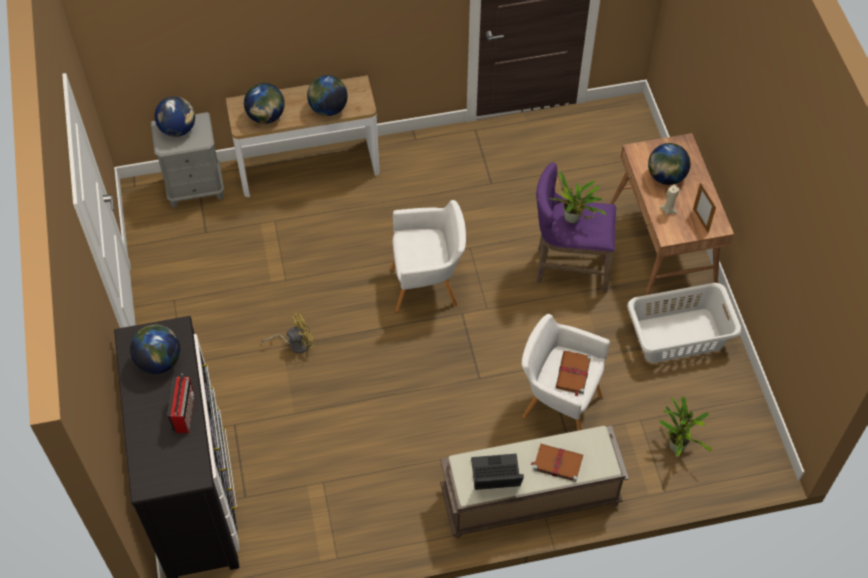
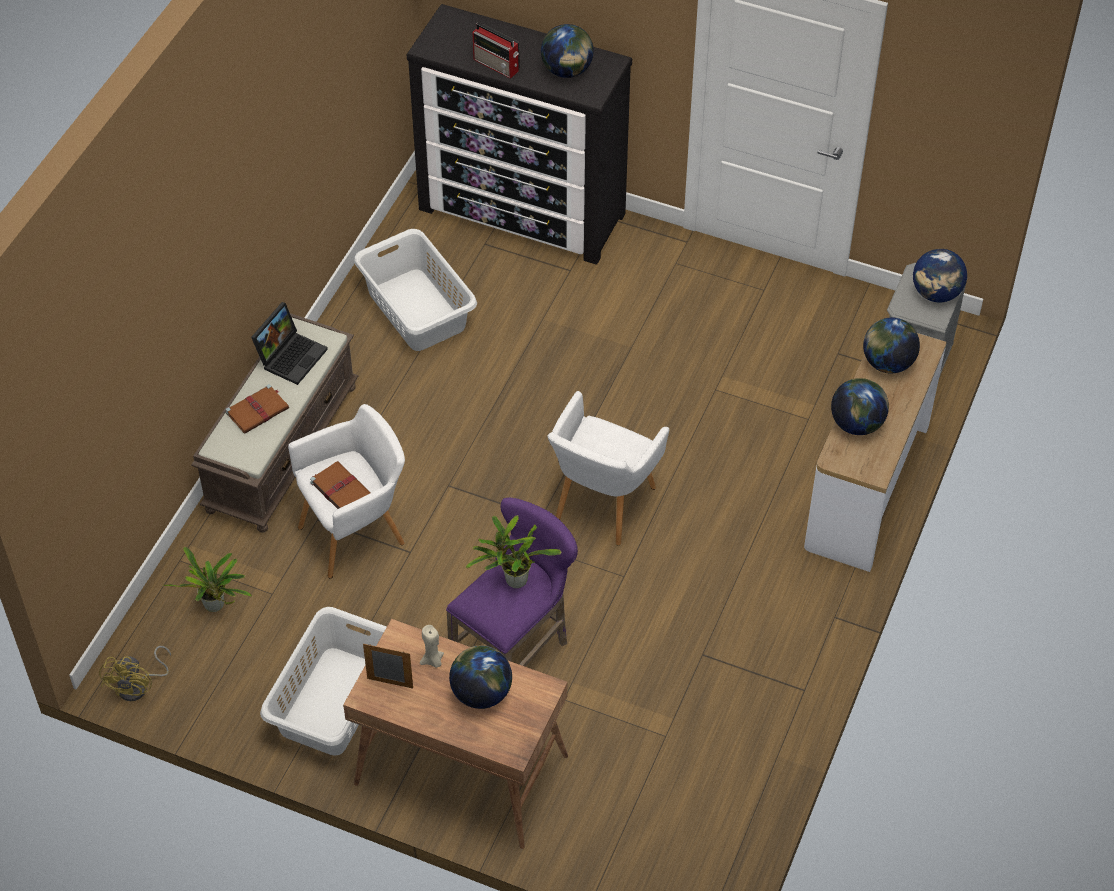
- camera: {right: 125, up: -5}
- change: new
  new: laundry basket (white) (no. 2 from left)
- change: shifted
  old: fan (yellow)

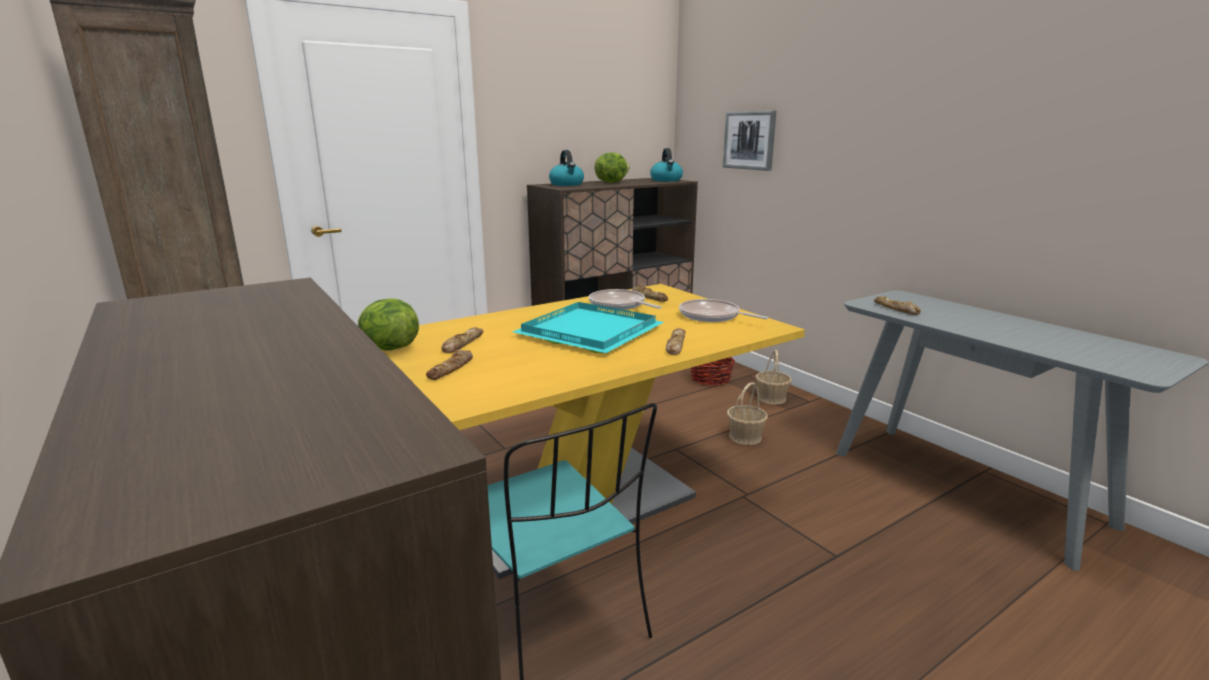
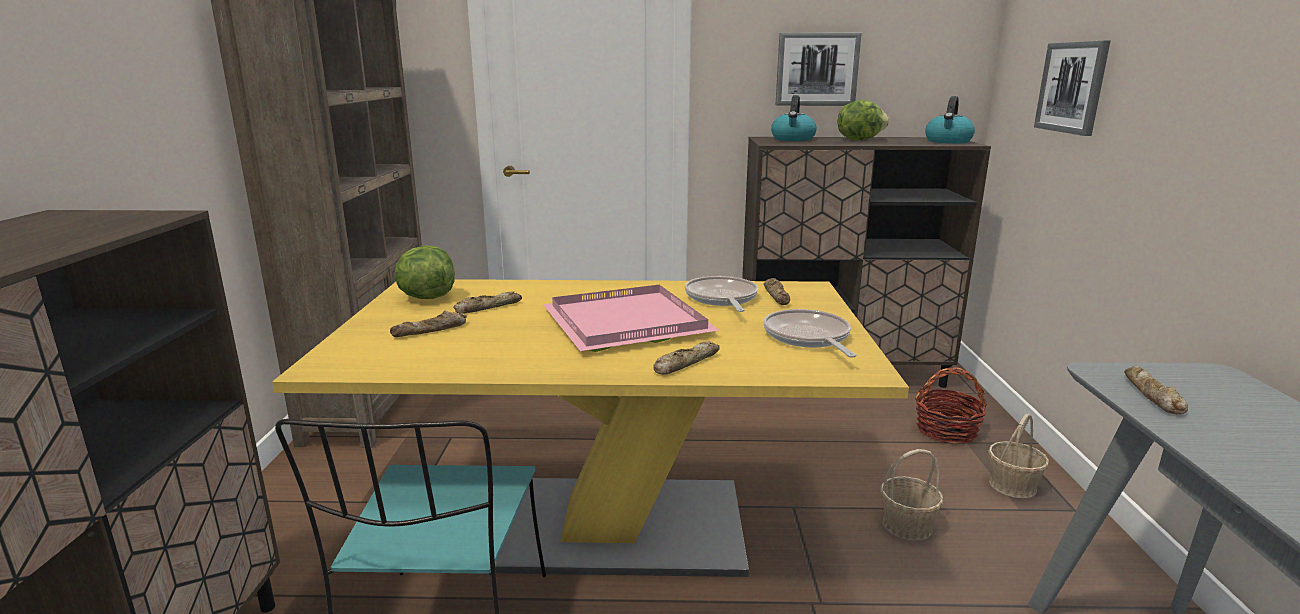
- camera: {right: 35, up: 0}
- change: new
  new: picture (no. 1 from left)
- change: repainted
  old: tray (turquoise)
  new: tray (pink)

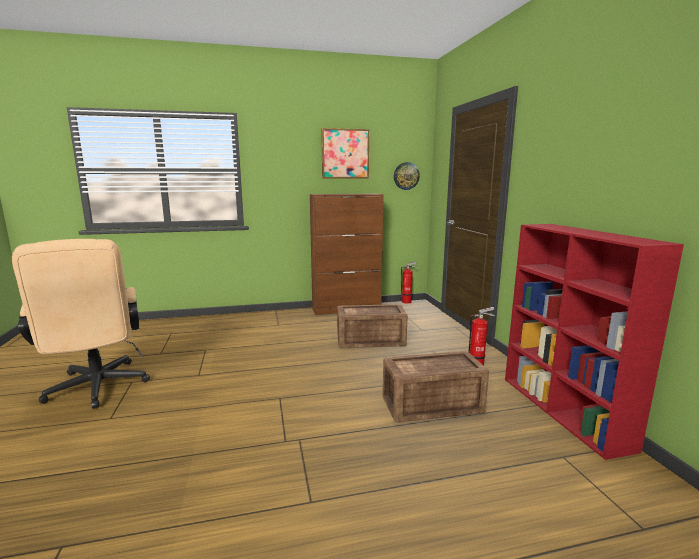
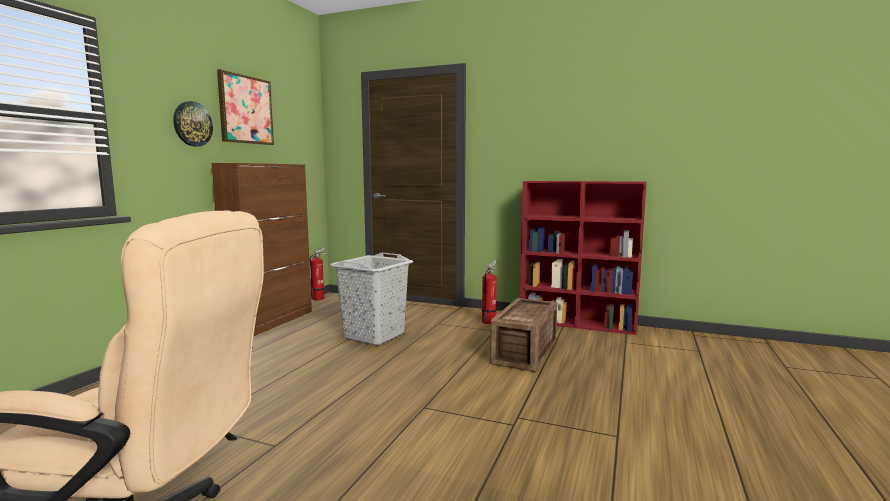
- camera: {right: -55, up: -5}
- change: shifted
  old: wall clock
- change: swapped
  old: crate (no. 1 from left)
  new: laundry basket (grey)

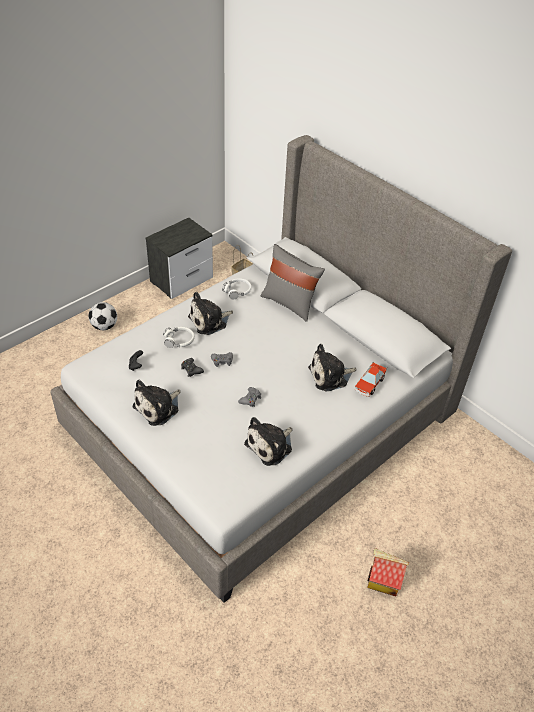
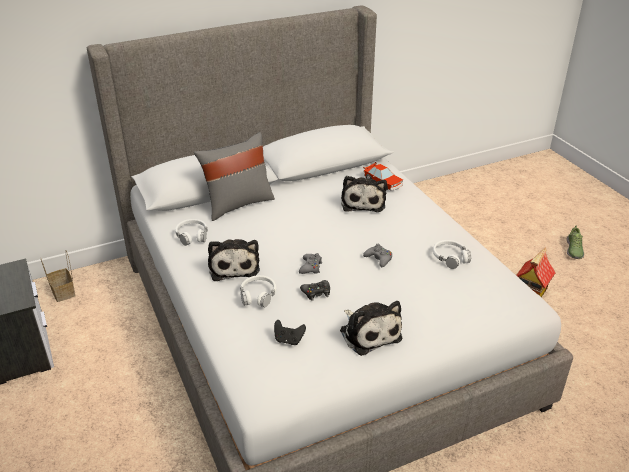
- camera: {right: -70, up: -10}
- change: gone
  old: football
- change: new
  new: shoe
- change: swapped
  old: plush toy (no. 3 from left)
  new: headphones (white) (no. 3 from left)

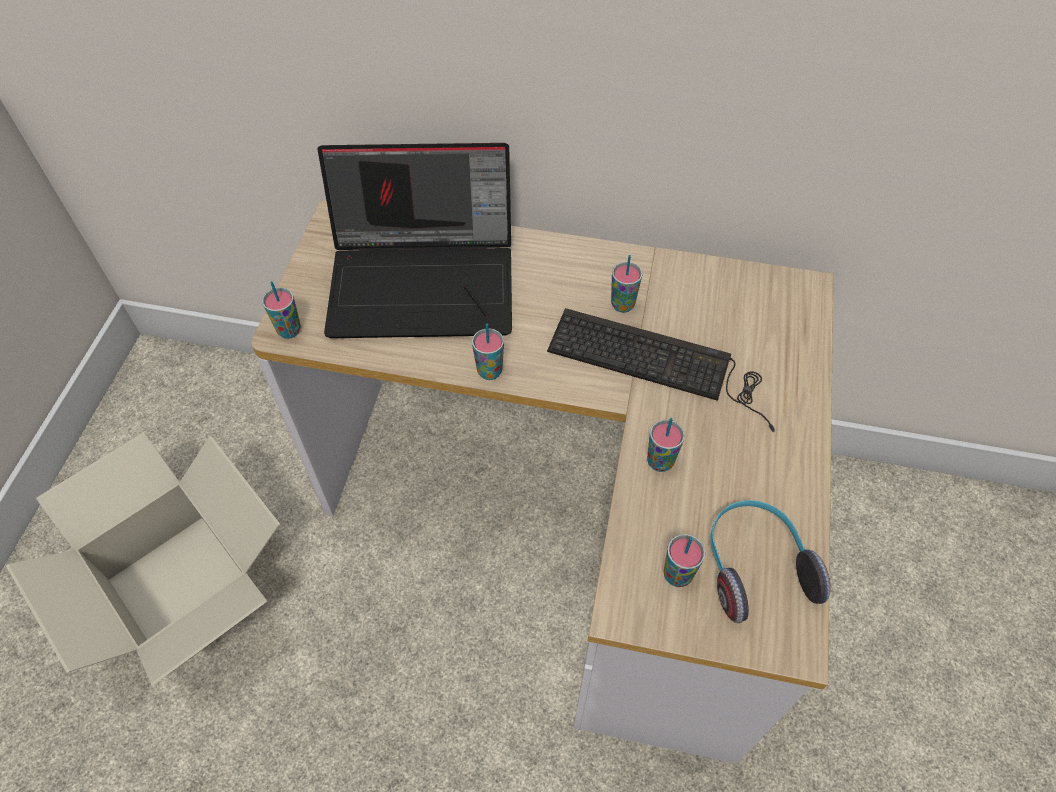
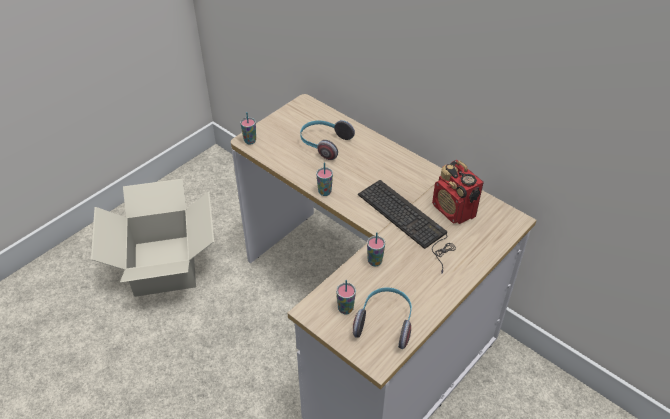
- camera: {right: 30, up: -10}
- change: gone
  old: cup (no. 3 from left)
- change: new
  new: radio
- change: swapped
  old: laptop
  new: headphones (no. 1 from left)

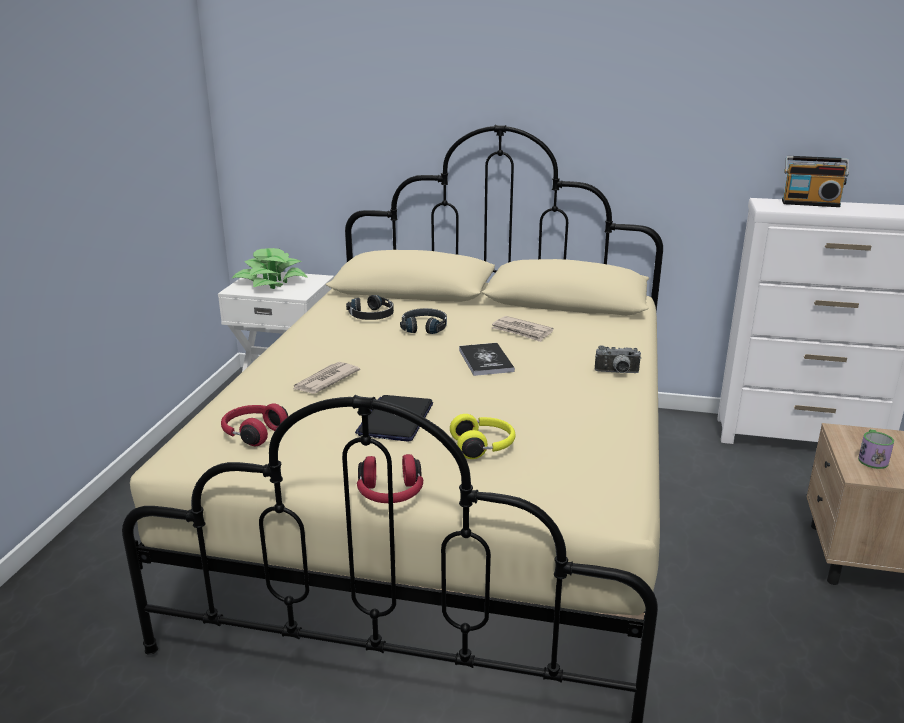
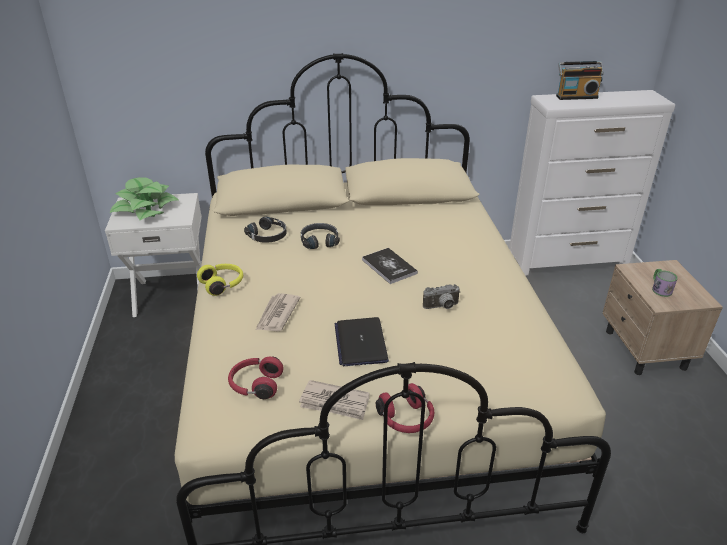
- camera: {right: -20, up: 10}
- change: shifted
  old: headphones (yellow)
- change: shifted
  old: newspaper (no. 2 from left)
- change: shifted
  old: photo camera

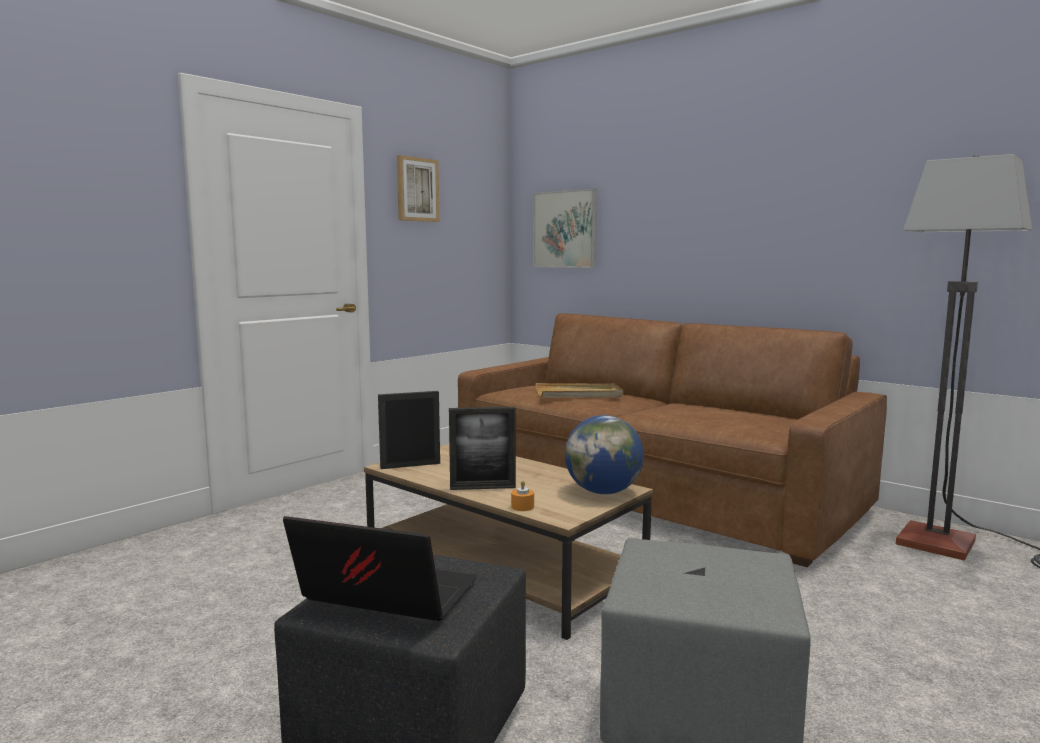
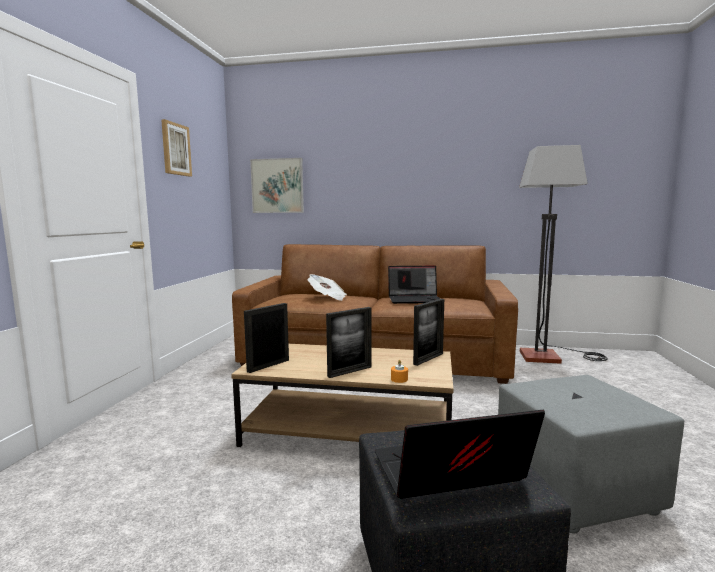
- camera: {right: -30, up: 0}
- change: new
  new: laptop (no. 1 from left)
- change: swapped
  old: tray (beige)
  new: newspaper
- change: swapped
  old: globe
  new: picture frame (no. 3 from left)

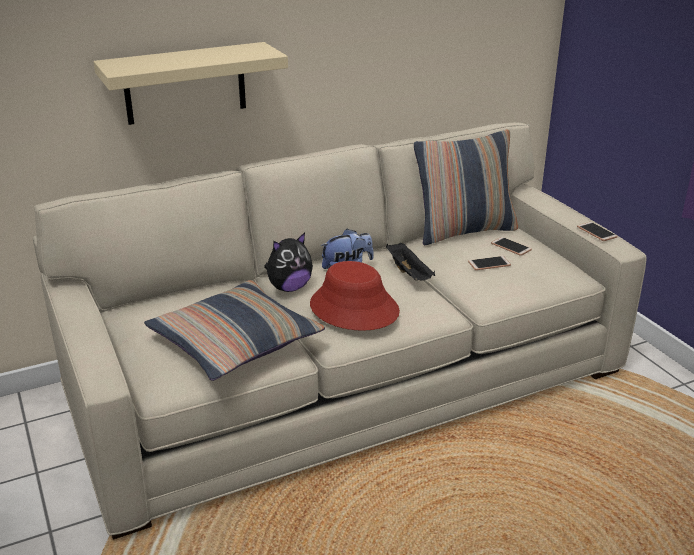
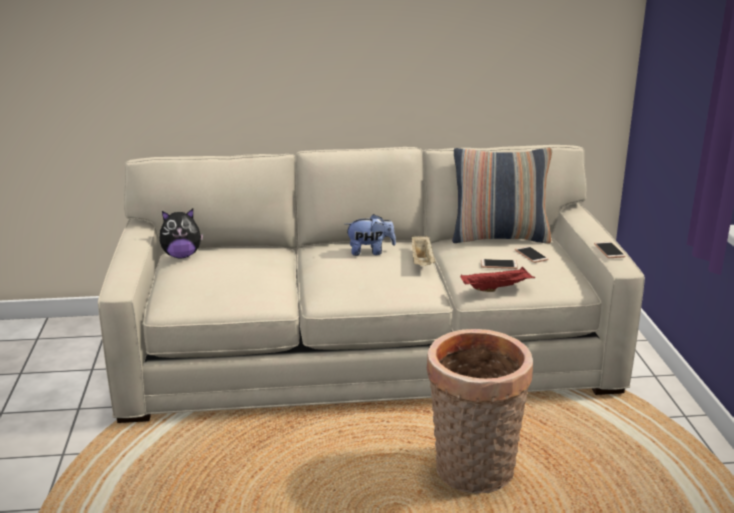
- camera: {right: 20, up: -5}
- change: gone
  old: shelf (beige)
- change: gone
  old: pillow (no. 1 from left)
- change: gone
  old: hat (red)
- change: new
  new: basket
- change: new
  new: tray (red)
- change: shifted
  old: plush toy (no. 1 from left)
- change: repainted
  old: tray (black)
  new: tray (beige)

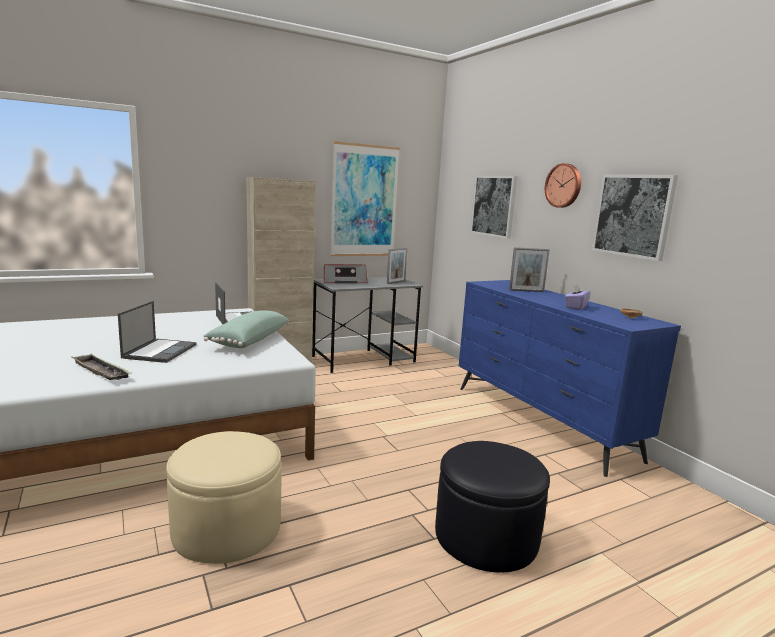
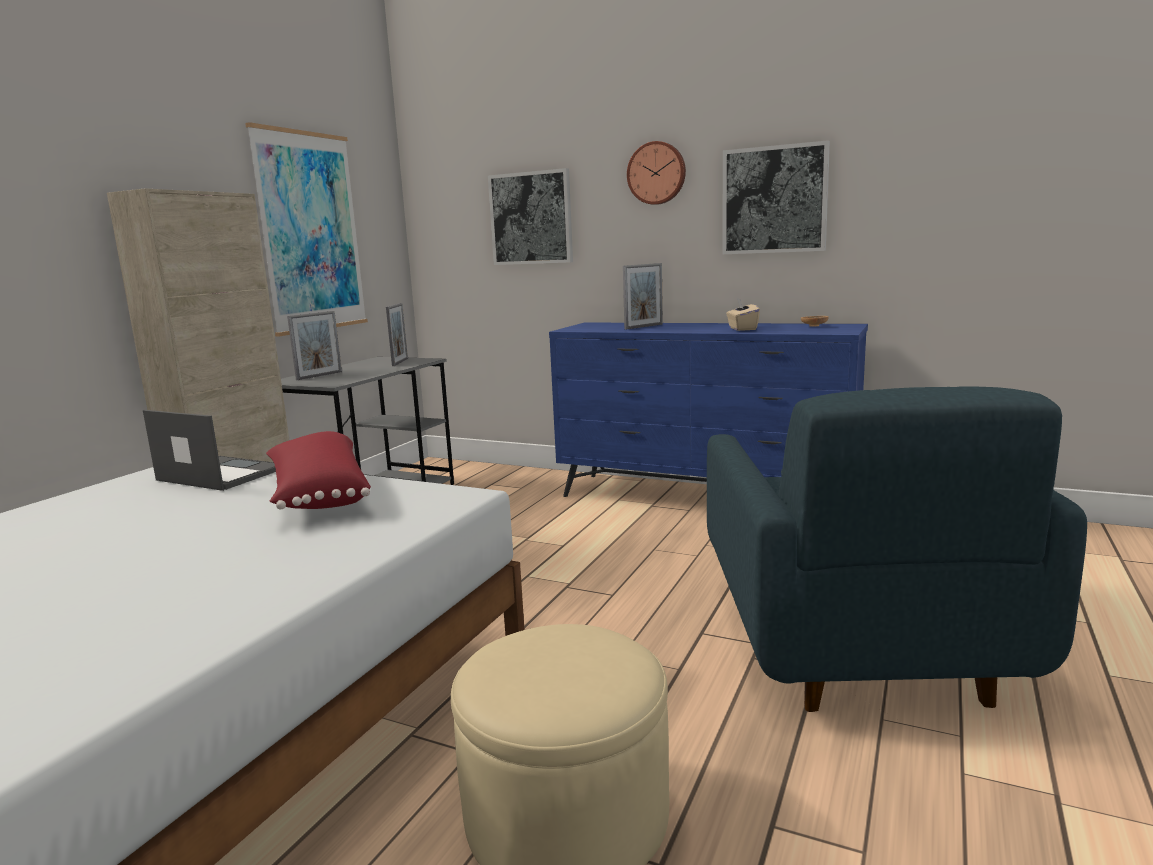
- camera: {right: -35, up: 0}
- change: gone
  old: tray
- change: gone
  old: laptop (no. 1 from left)
- change: swapped
  old: radio
  new: picture frame (no. 1 from left)
- change: swapped
  old: ottoman (black)
  new: armchair (blue)
- change: repainted
  old: pillow (green)
  new: pillow (red)
- change: repainted
  old: tissue box (purple)
  new: tissue box (beige)

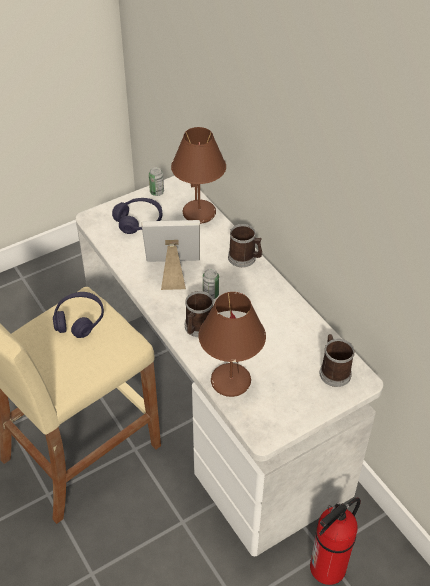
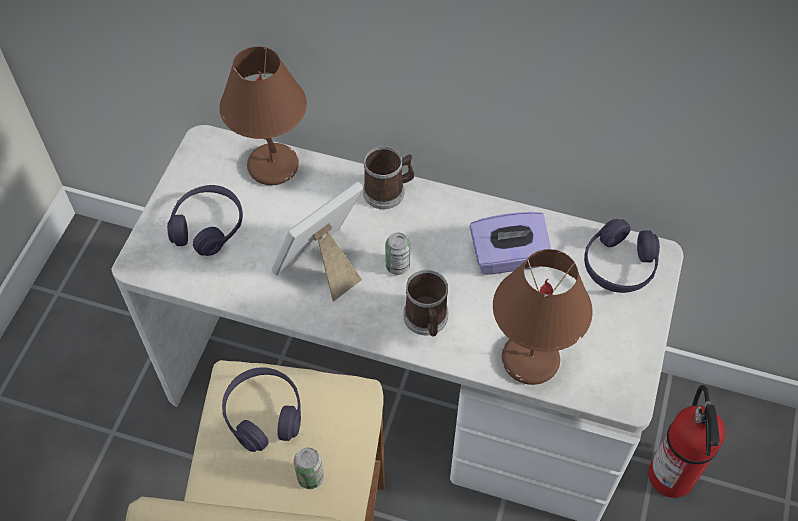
- camera: {right: -40, up: 10}
- change: new
  new: tissue box (purple)
- change: shifted
  old: can (no. 1 from left)
- change: swapped
  old: mug (no. 3 from left)
  new: headphones (purple) (no. 3 from left)

